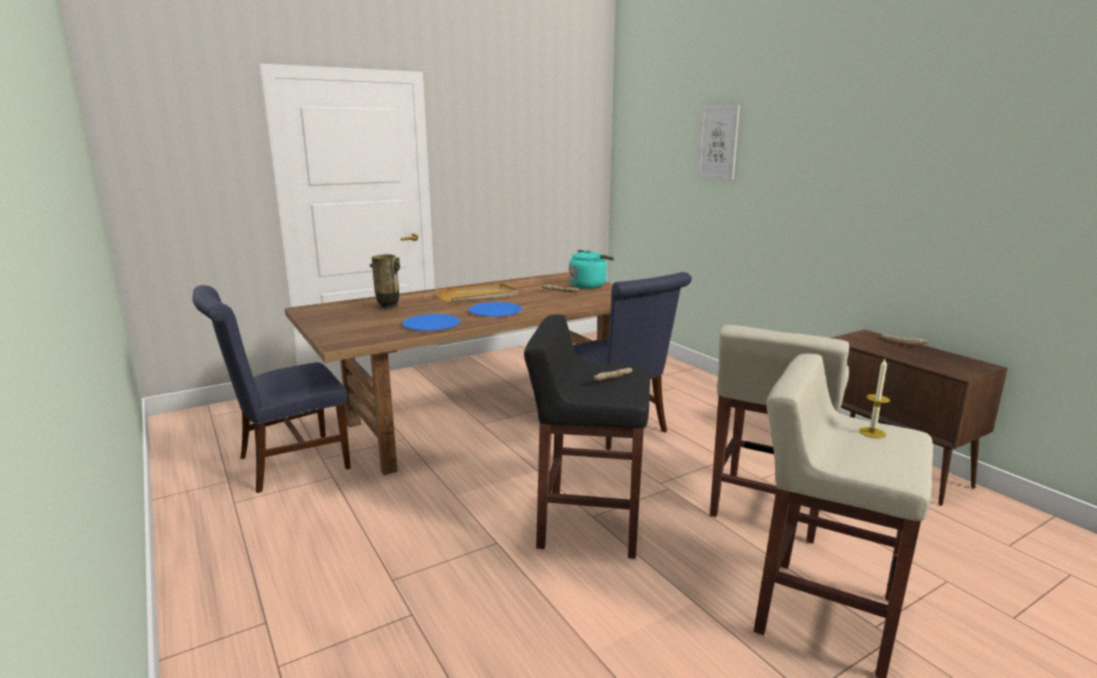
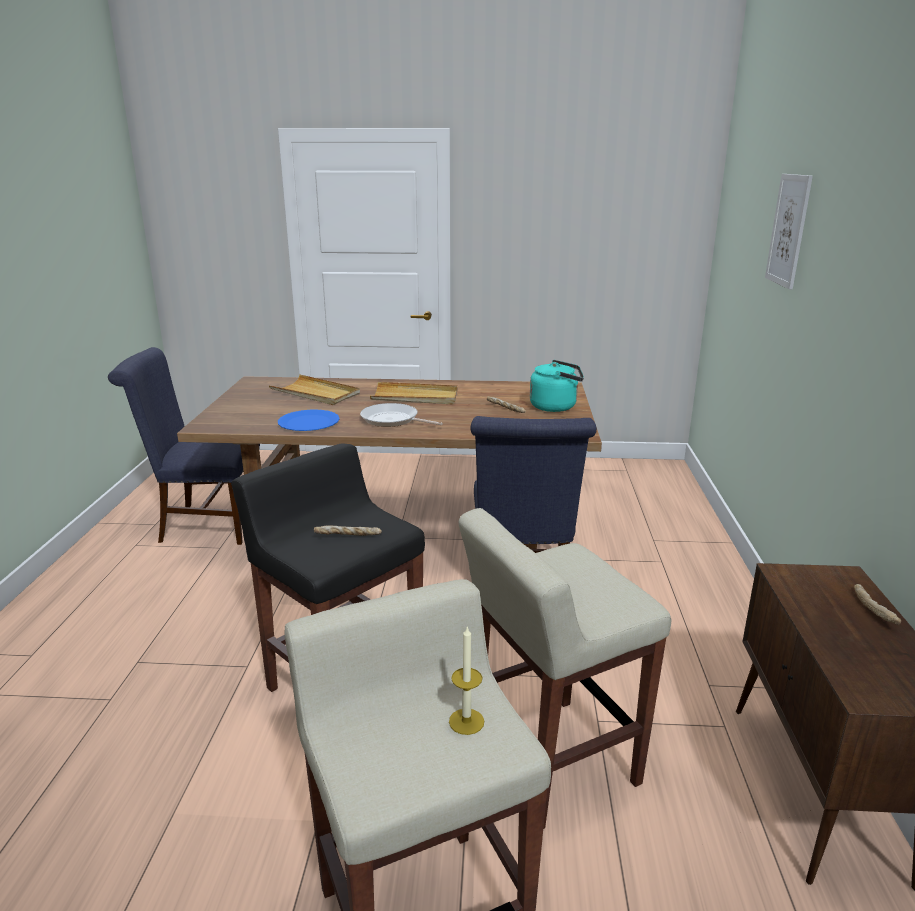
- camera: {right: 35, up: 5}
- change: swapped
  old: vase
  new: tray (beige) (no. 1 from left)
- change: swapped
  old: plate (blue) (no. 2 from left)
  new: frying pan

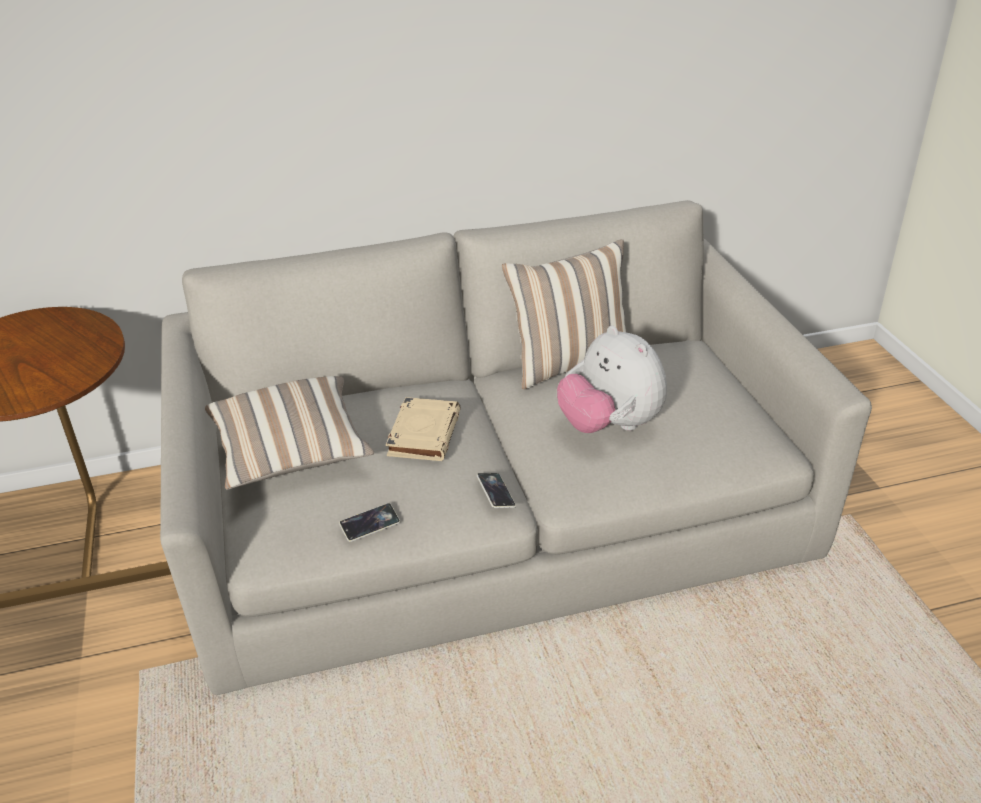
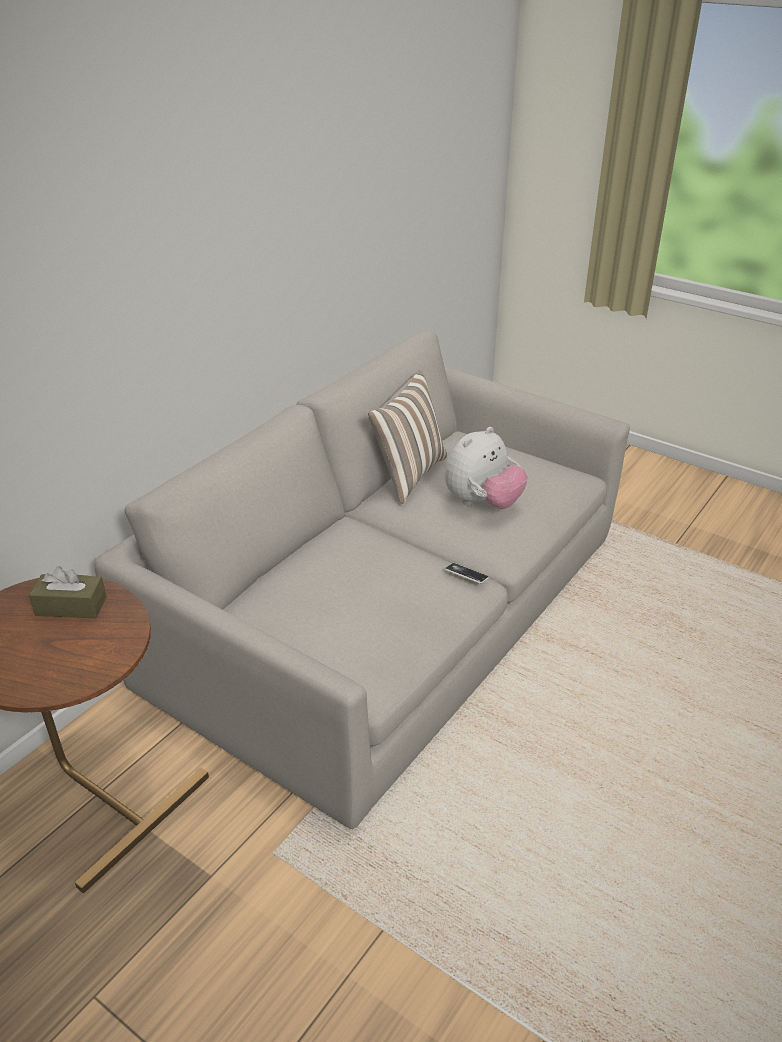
- camera: {right: -40, up: 0}
- change: gone
  old: pillow (no. 1 from left)
- change: gone
  old: phone (no. 1 from left)
- change: gone
  old: book (beige)
- change: new
  new: tissue box (brown)
- change: rotated
  old: plush toy
  degrees: -60

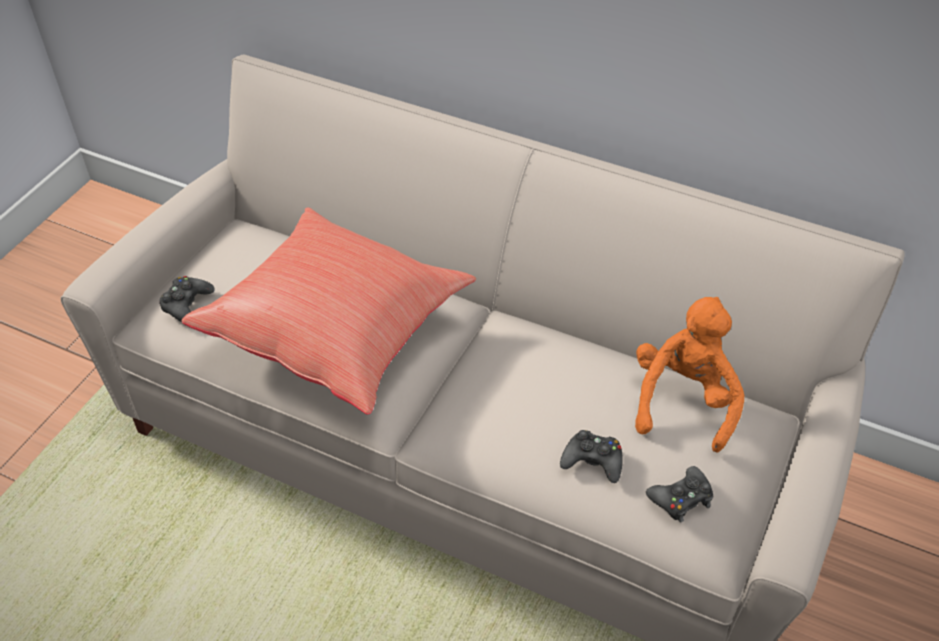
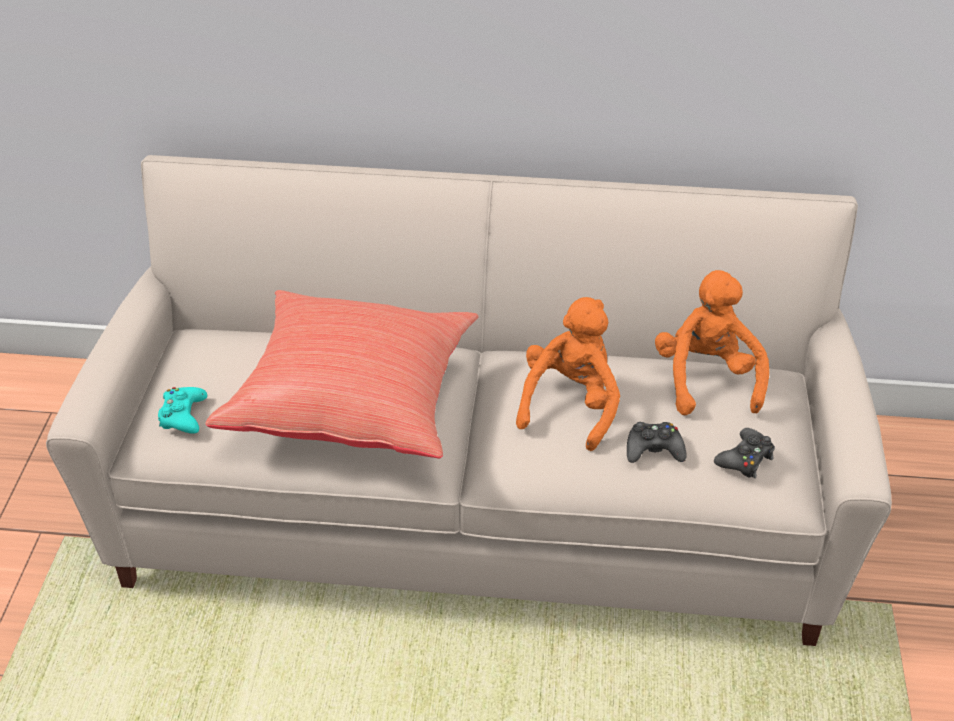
- camera: {right: -20, up: -5}
- change: new
  new: plush toy (orange) (no. 1 from left)
- change: repainted
  old: game controller (black) (no. 1 from left)
  new: game controller (turquoise)

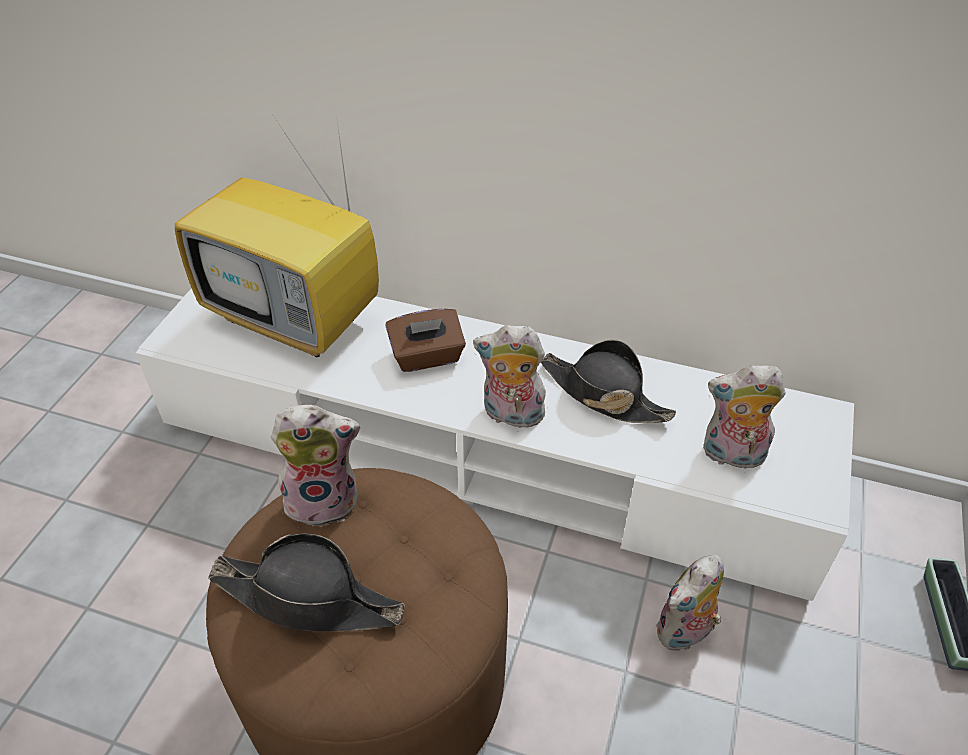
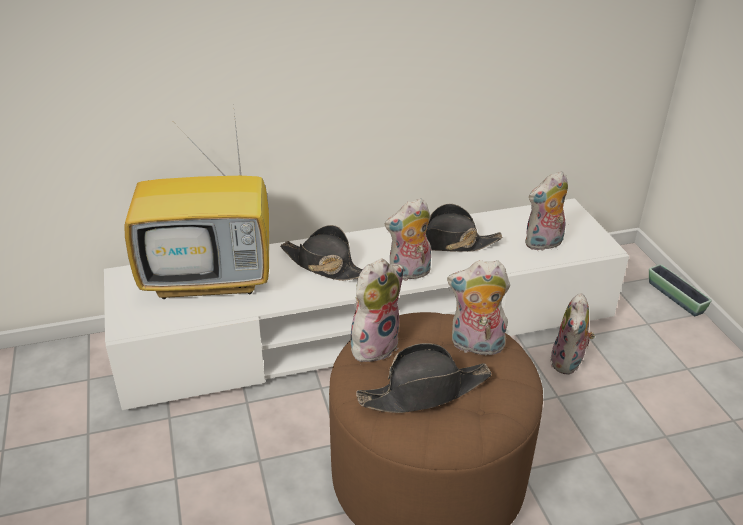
- camera: {right: -35, up: -10}
- change: new
  new: plush toy (no. 3 from left)
- change: swapped
  old: tissue box (brown)
  new: hat (black) (no. 1 from left)

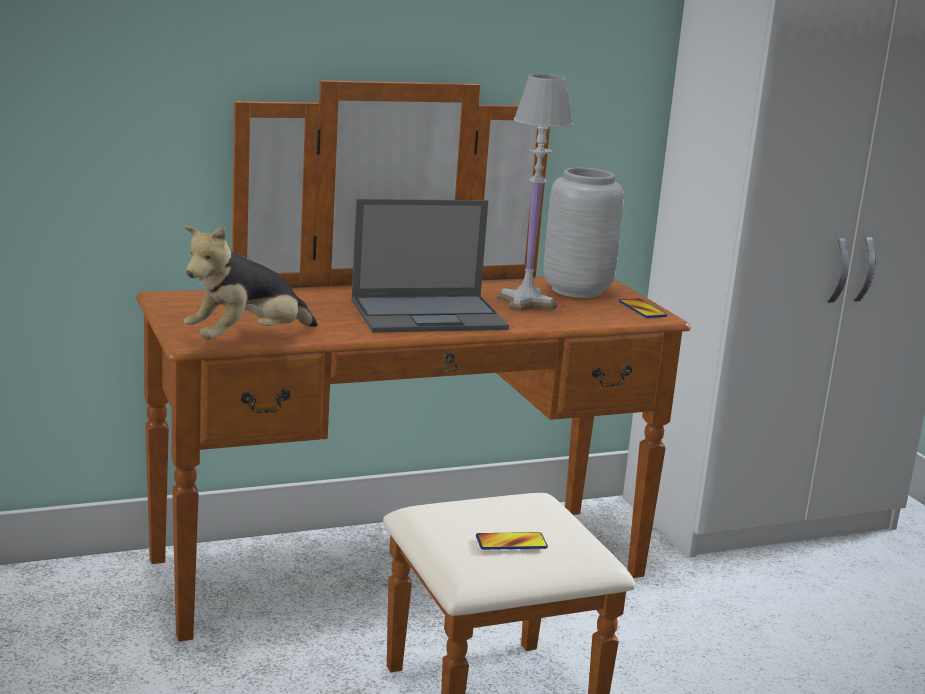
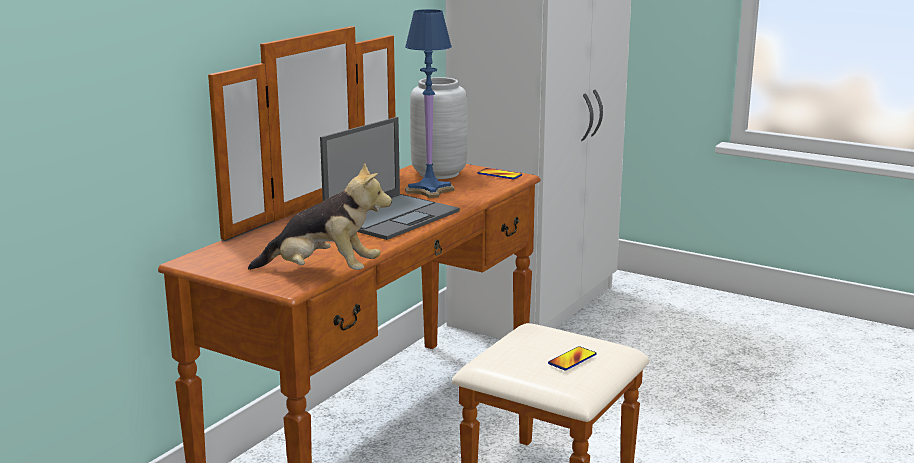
- camera: {right: -35, up: 0}
- change: repainted
  old: table lamp (white)
  new: table lamp (blue)
- change: rotated
  old: plush toy
  degrees: -90

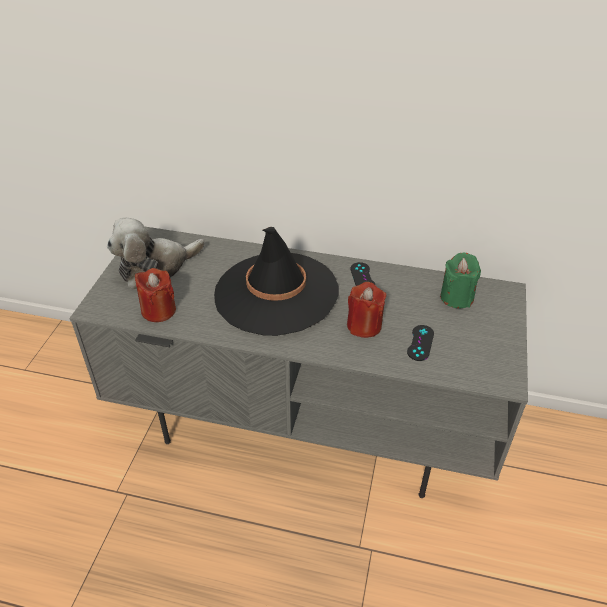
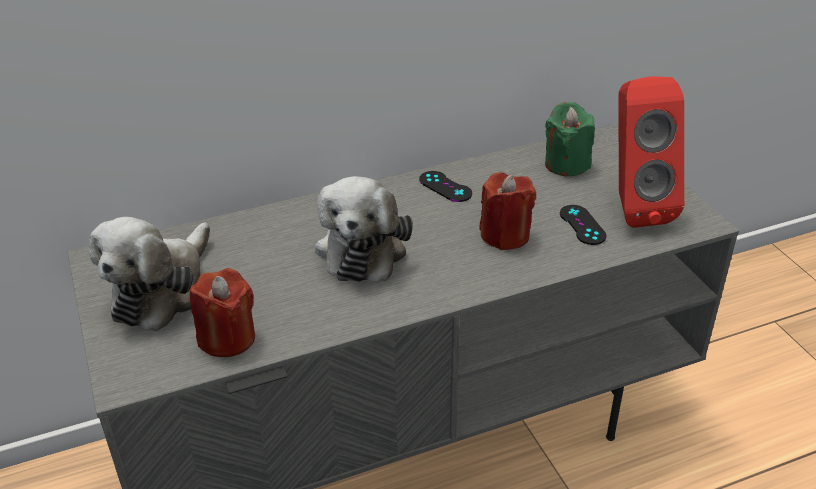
- camera: {right: -35, up: -5}
- change: new
  new: speaker (red)
- change: swapped
  old: hat (black)
  new: plush toy (no. 2 from left)

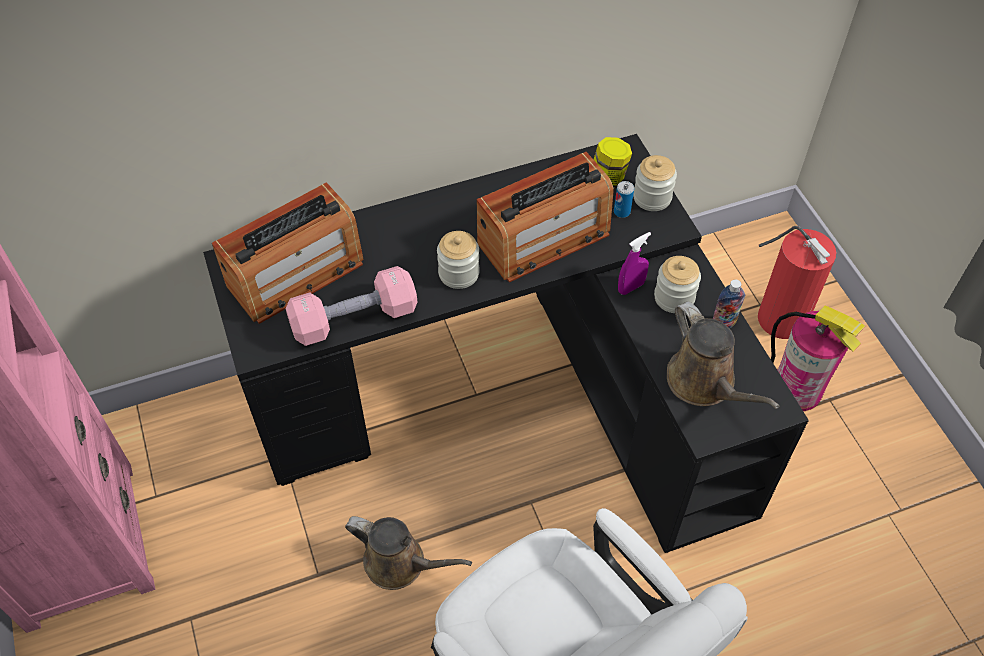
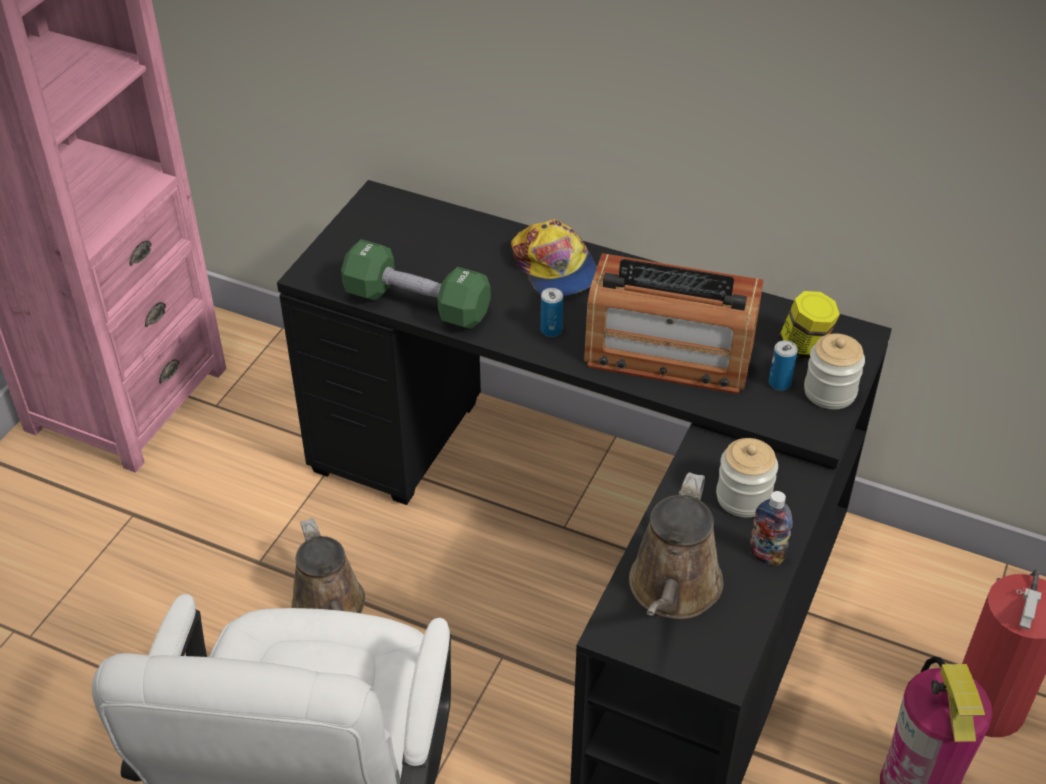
- camera: {right: 45, up: -10}
- change: gone
  old: radio (no. 1 from left)
- change: gone
  old: spray bottle (purple)
- change: new
  new: cap
- change: swapped
  old: jar (no. 1 from left)
  new: can (no. 1 from left)
- change: repainted
  old: dumbbell (pink)
  new: dumbbell (green)

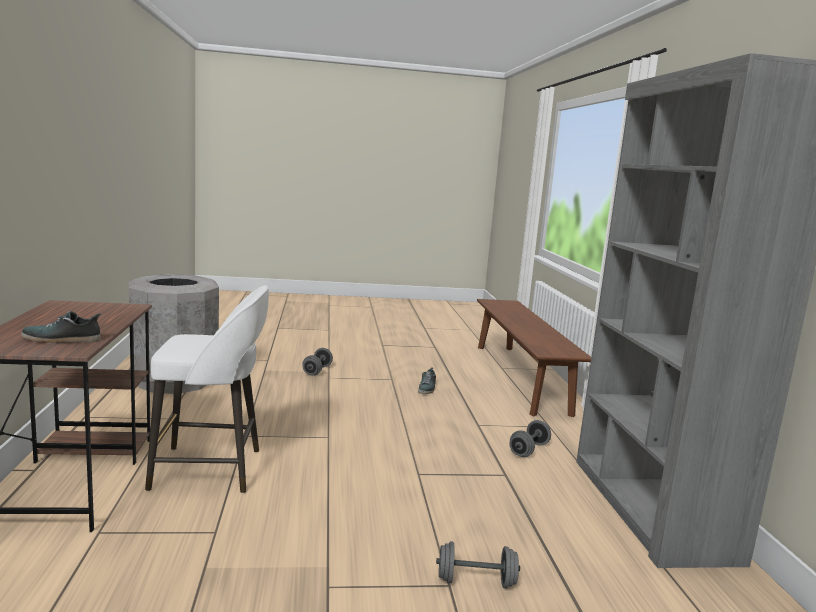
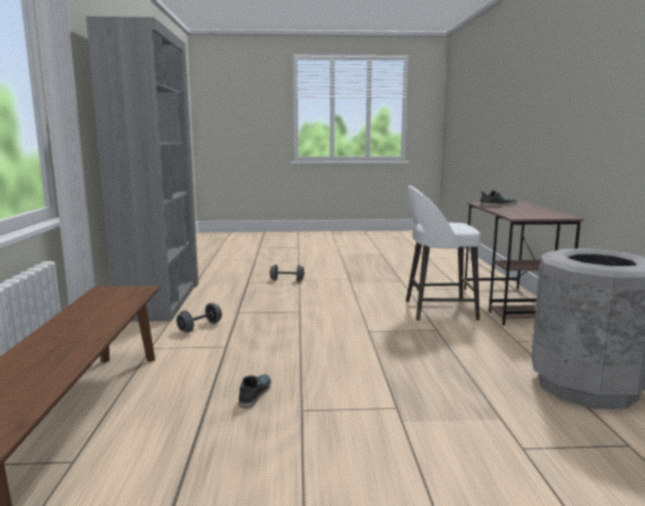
- camera: {right: -175, up: 0}
- change: gone
  old: dumbbell (grey) (no. 1 from left)

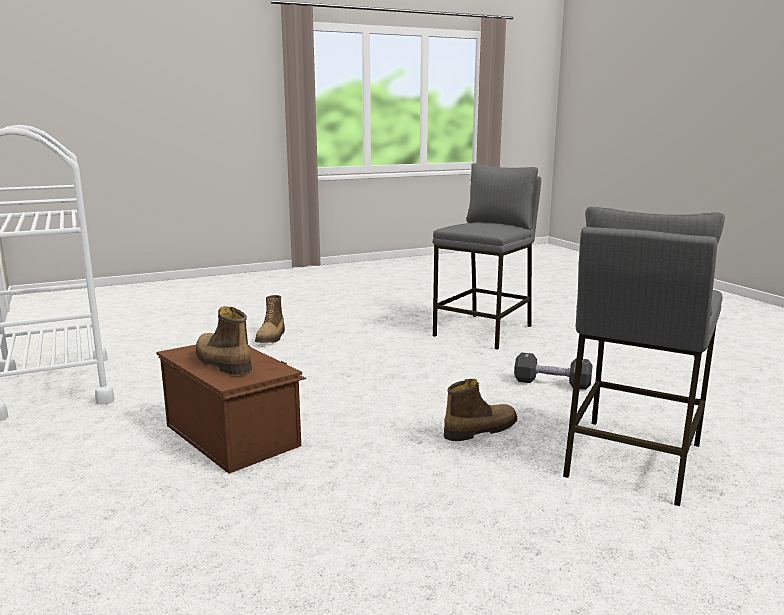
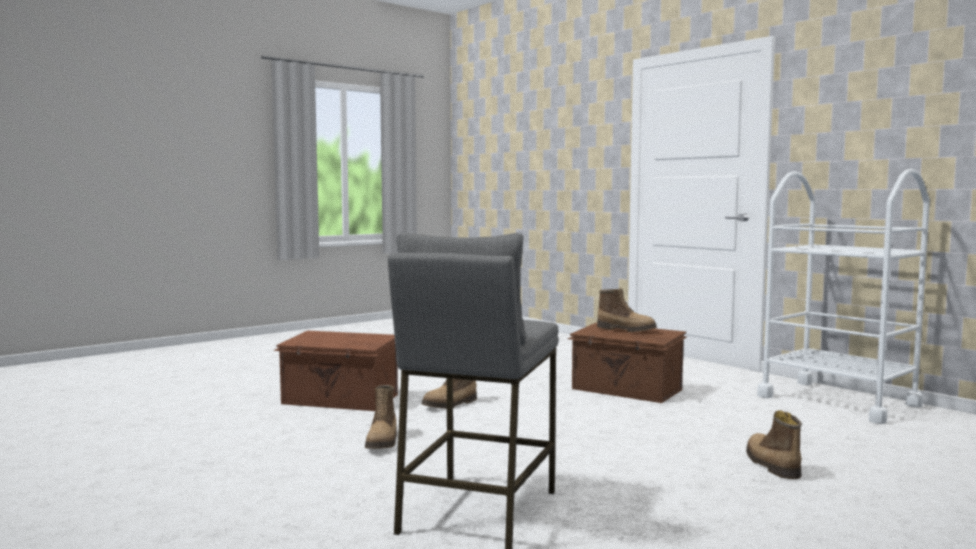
- camera: {right: 165, up: -10}
- change: swapped
  old: dumbbell (black)
  new: boot (no. 1 from left)
- change: swapped
  old: stool (grey) (no. 2 from left)
  new: storage box (brown) (no. 1 from left)

